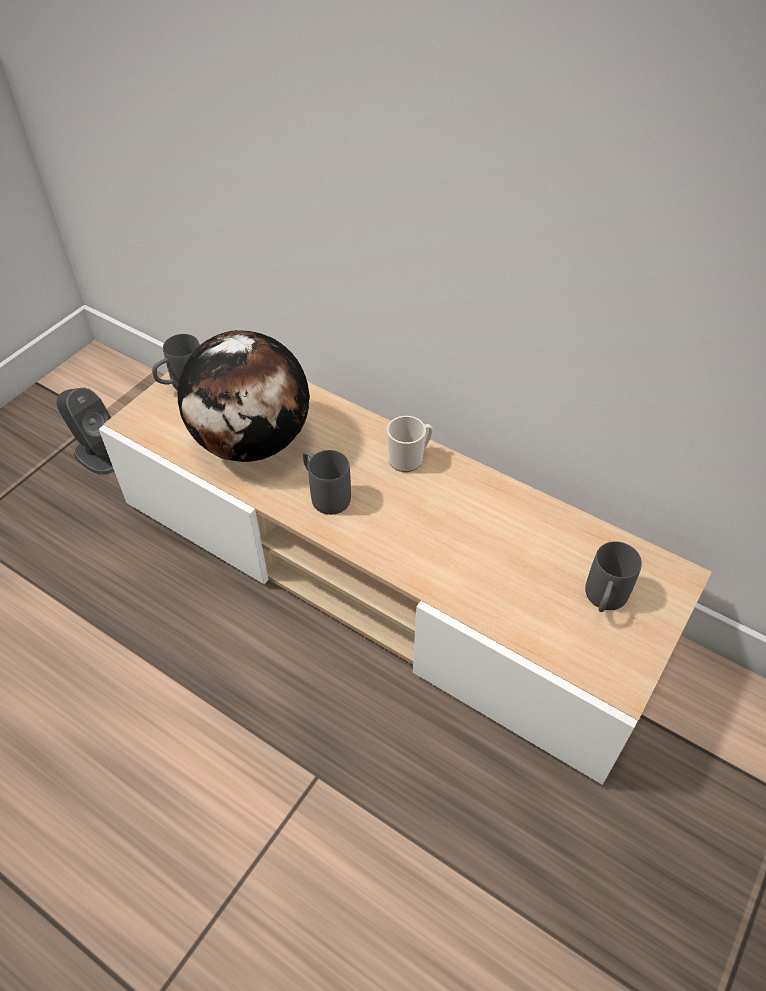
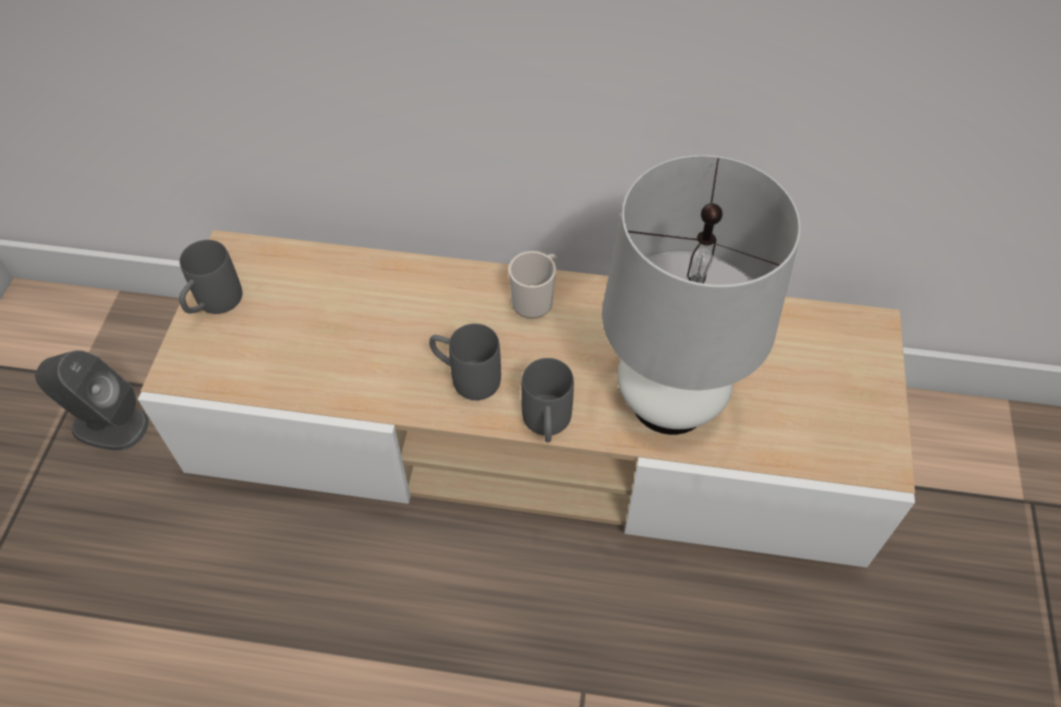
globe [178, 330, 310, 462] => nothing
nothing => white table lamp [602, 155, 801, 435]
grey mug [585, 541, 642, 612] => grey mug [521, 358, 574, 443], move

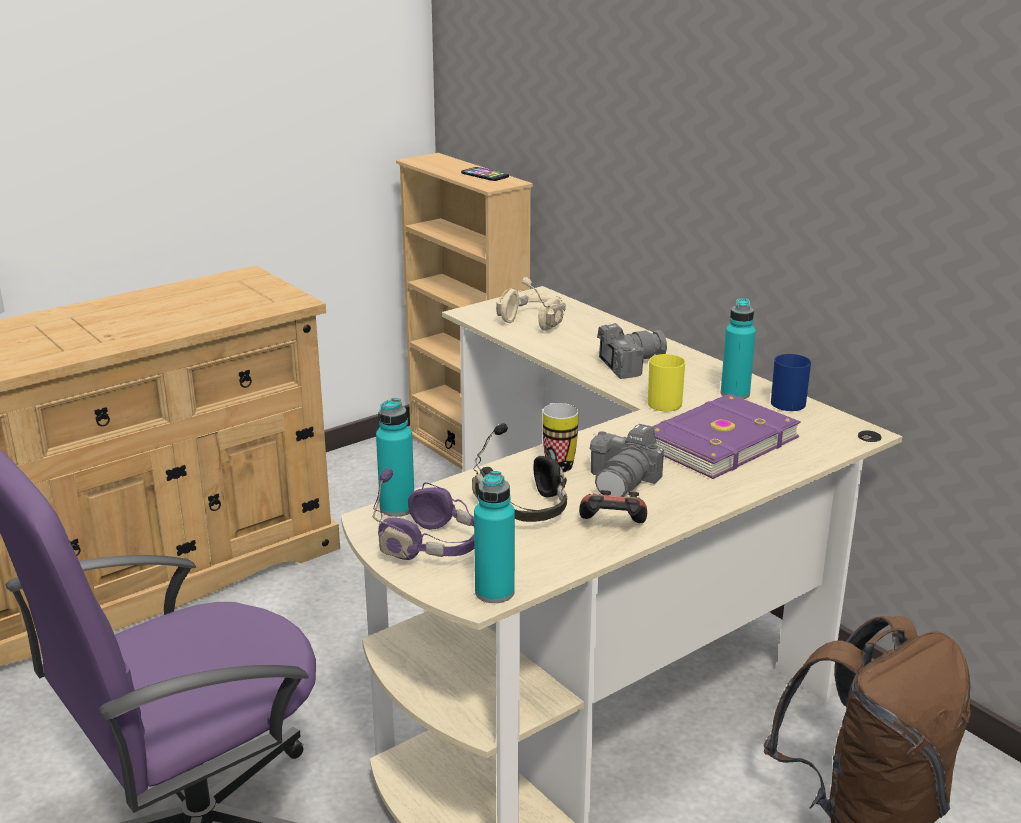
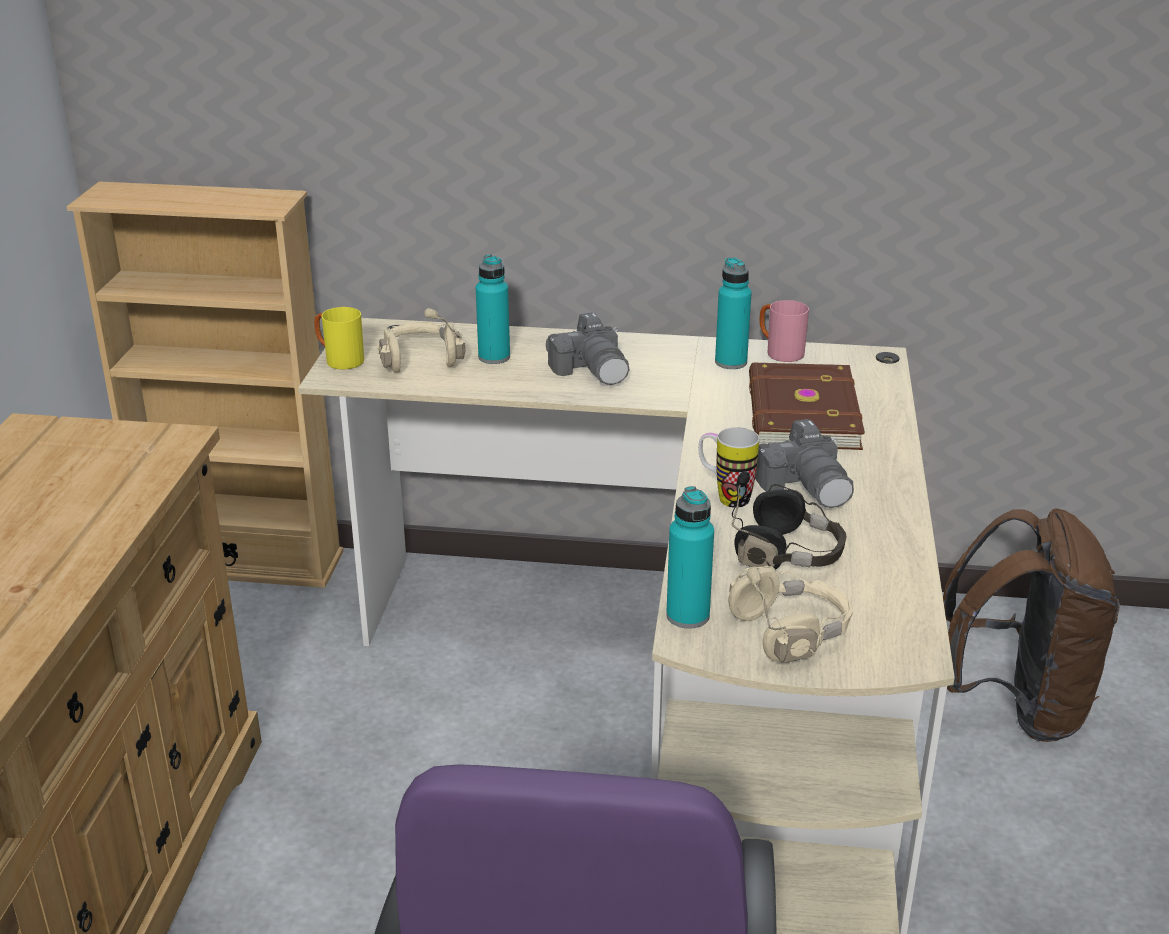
phone [461, 167, 509, 181] => nothing
game controller [579, 490, 647, 523] => nothing
turquoise bottle [474, 471, 515, 603] => turquoise bottle [476, 254, 510, 364], move
yellow mug [648, 354, 685, 411] => yellow mug [314, 307, 364, 369], move
purple headphones [372, 468, 475, 560] => beige headphones [728, 566, 853, 663]
purple book [652, 394, 801, 479] => brown book [749, 363, 865, 450]
blue mug [771, 354, 811, 411] => pink mug [759, 300, 809, 362]
photo camera [597, 323, 667, 379] => photo camera [546, 312, 630, 385], 135 degrees clockwise

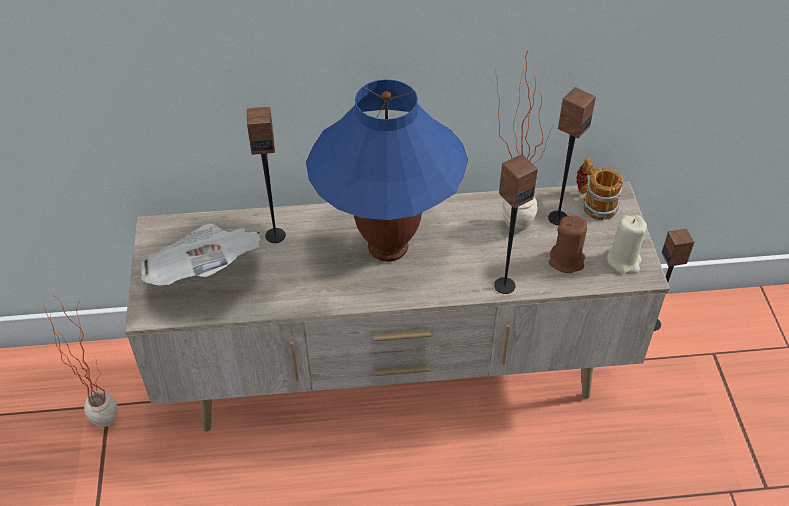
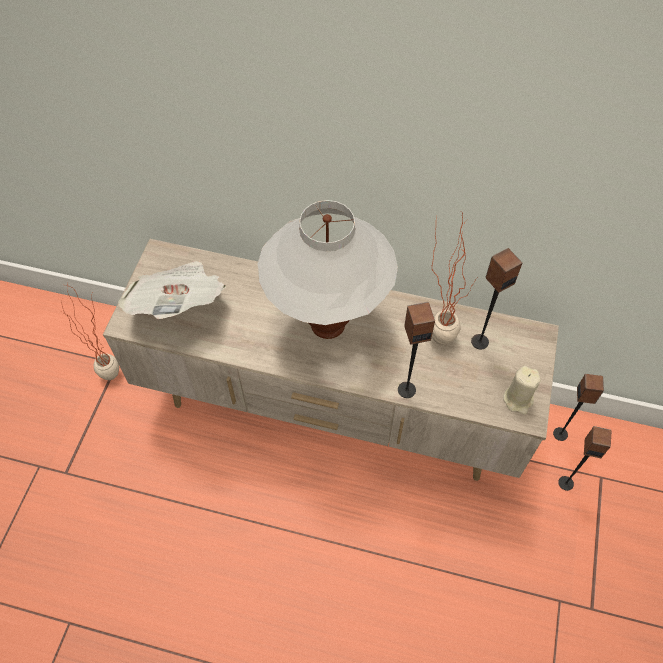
brown candle [549, 215, 587, 273] => nothing
mug [576, 157, 623, 220] => nothing
speaker [247, 106, 286, 243] => speaker [558, 426, 611, 491], move
blue table lamp [306, 79, 468, 262] => white table lamp [257, 200, 398, 339]

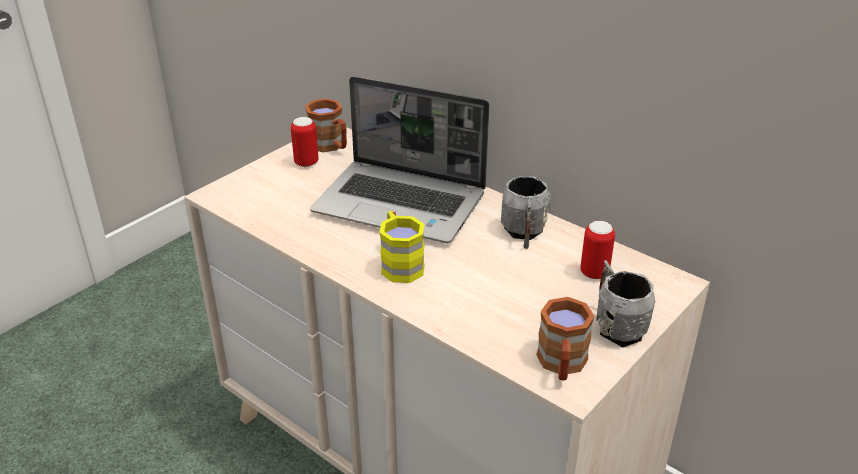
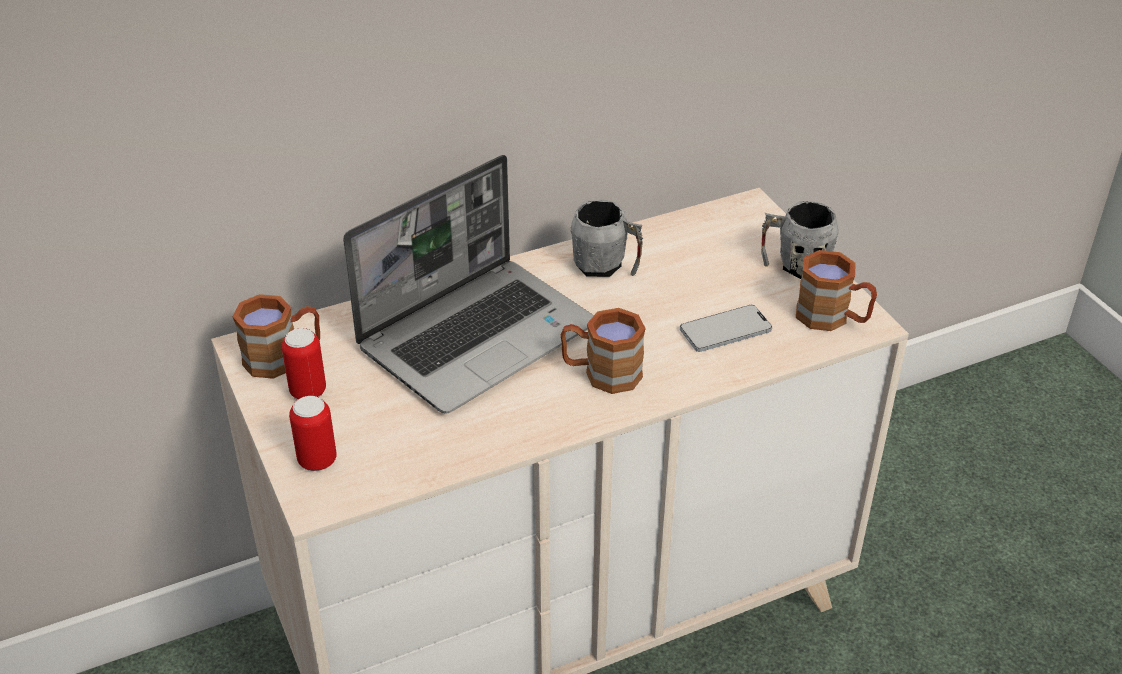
nothing => phone [680, 305, 772, 352]
can [580, 221, 615, 279] => can [289, 396, 337, 471], move
yellow mug [379, 211, 425, 283] => brown mug [560, 308, 646, 394]

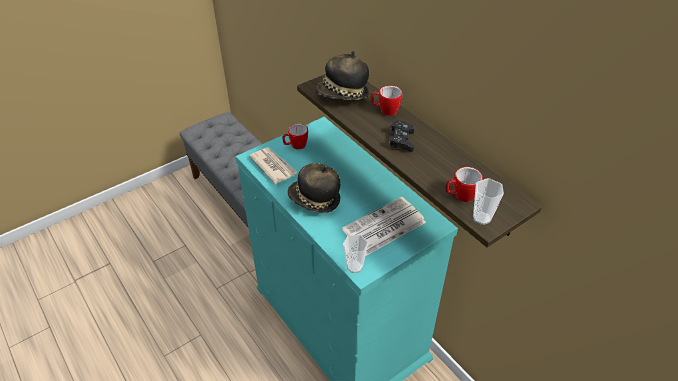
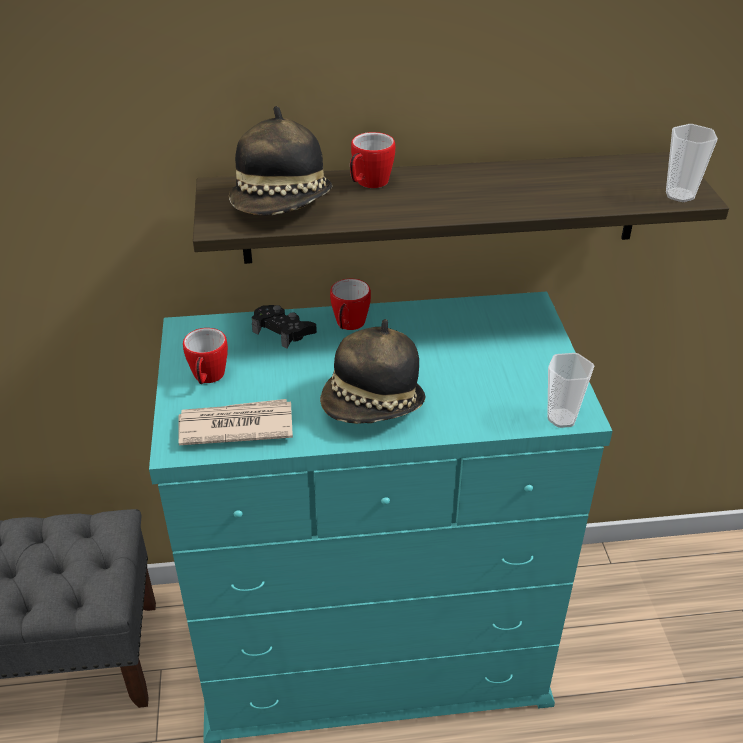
newspaper [342, 197, 426, 256] => nothing
black game controller [389, 120, 414, 152] => black game controller [252, 305, 317, 349], move
mug [446, 167, 483, 202] => mug [330, 279, 371, 330], move

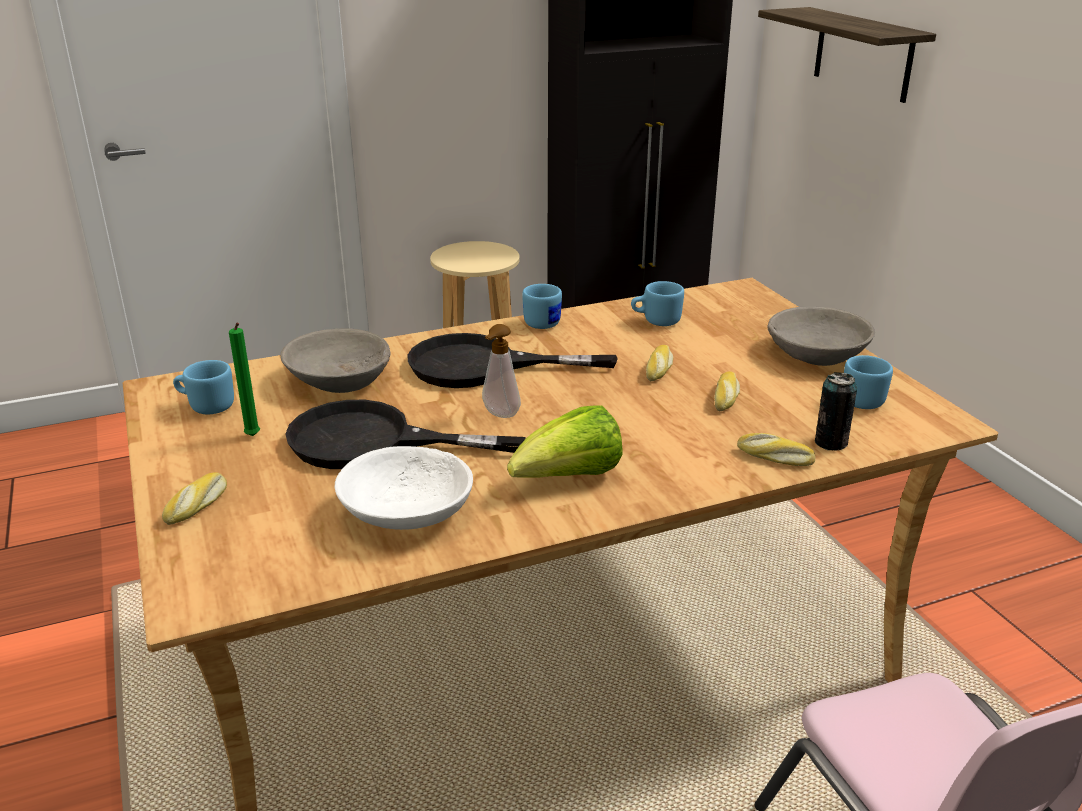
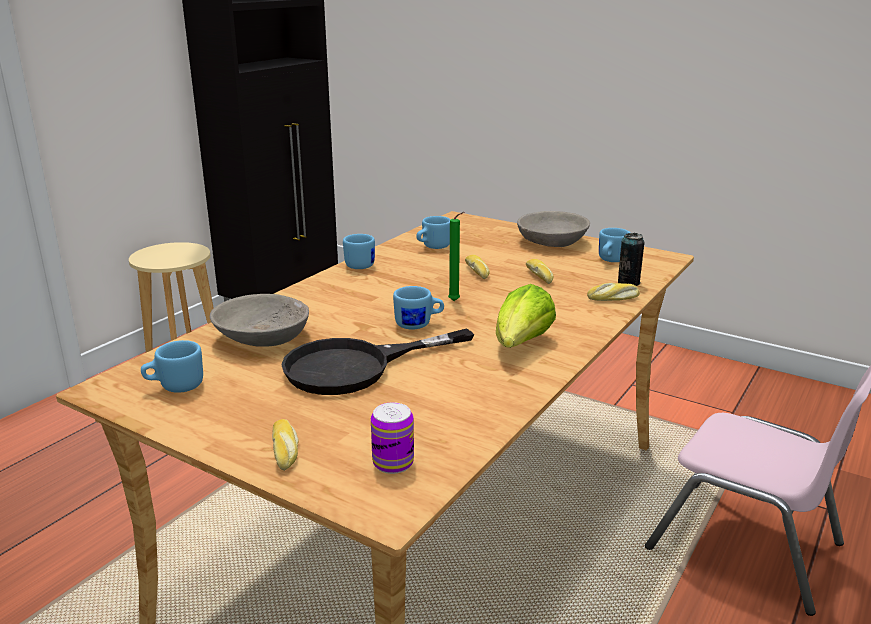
white bowl [334, 446, 473, 530] => nothing
black frying pan [408, 333, 618, 388] => nothing
shelf [758, 7, 936, 103] => nothing
nothing => can [371, 402, 414, 474]
green candle [229, 323, 260, 436] => green candle [448, 212, 464, 301], move
soap dispenser [482, 324, 521, 418] => blue mug [393, 286, 444, 329]

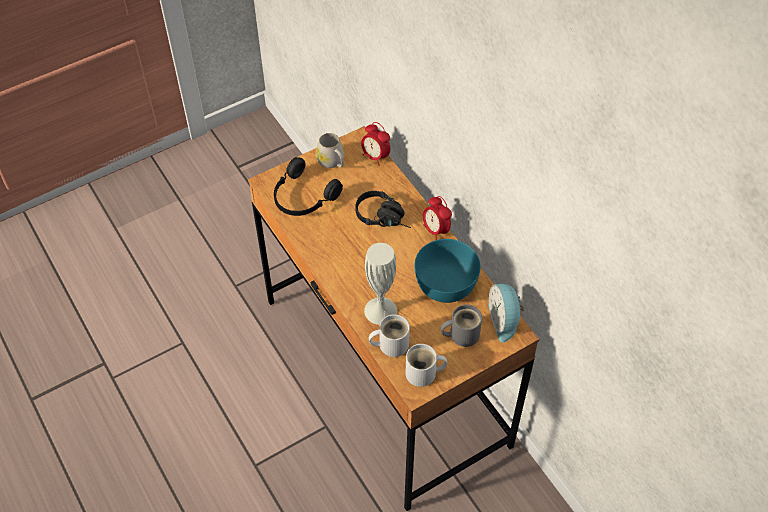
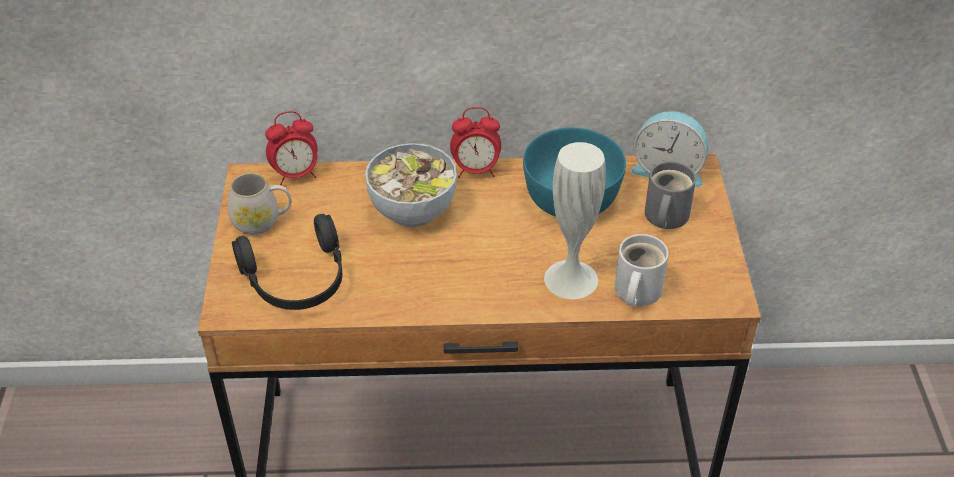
white mug [406, 344, 447, 387] => nothing
black headphones [355, 191, 411, 228] => bowl [365, 143, 457, 227]

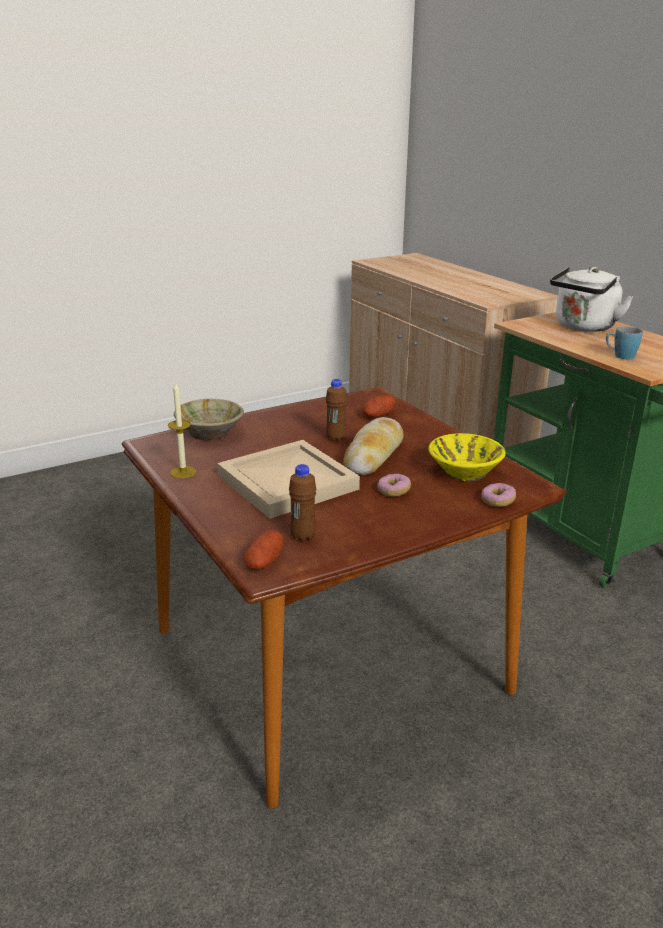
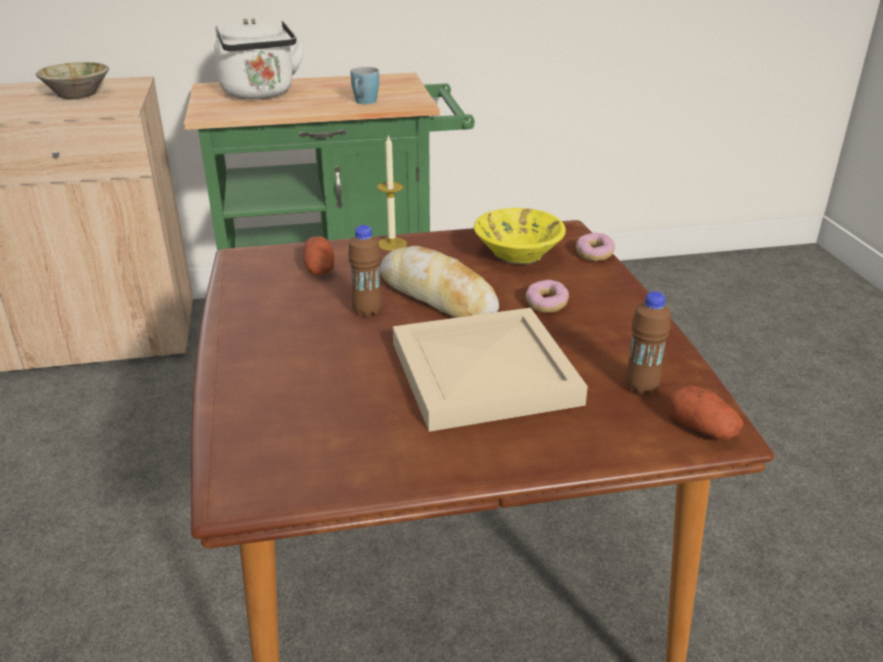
candle [168, 383, 196, 478] => candle [377, 134, 407, 251], move
beige bowl [174, 399, 244, 440] => beige bowl [36, 62, 109, 99], move

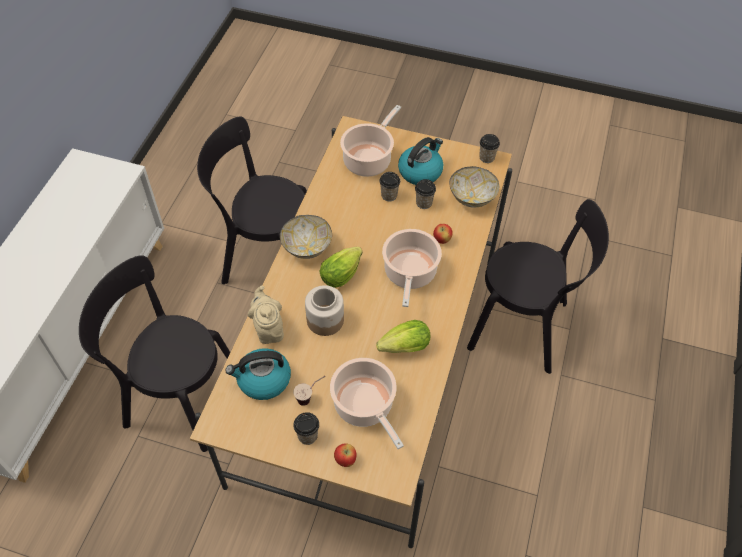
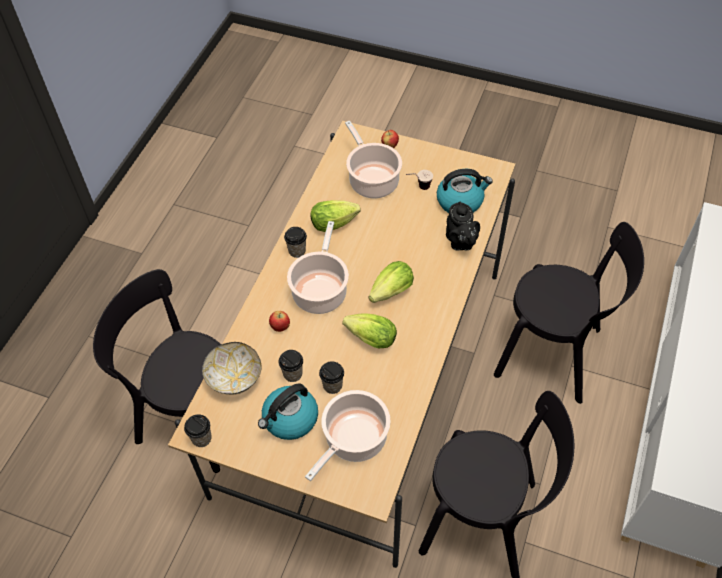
bowl [280, 215, 332, 259] => nothing
jar [305, 285, 344, 336] => nothing
nothing => lettuce [342, 314, 397, 348]
cup [293, 412, 319, 445] => cup [284, 227, 307, 258], move
beige teapot [248, 285, 284, 344] => black teapot [446, 201, 480, 251]

